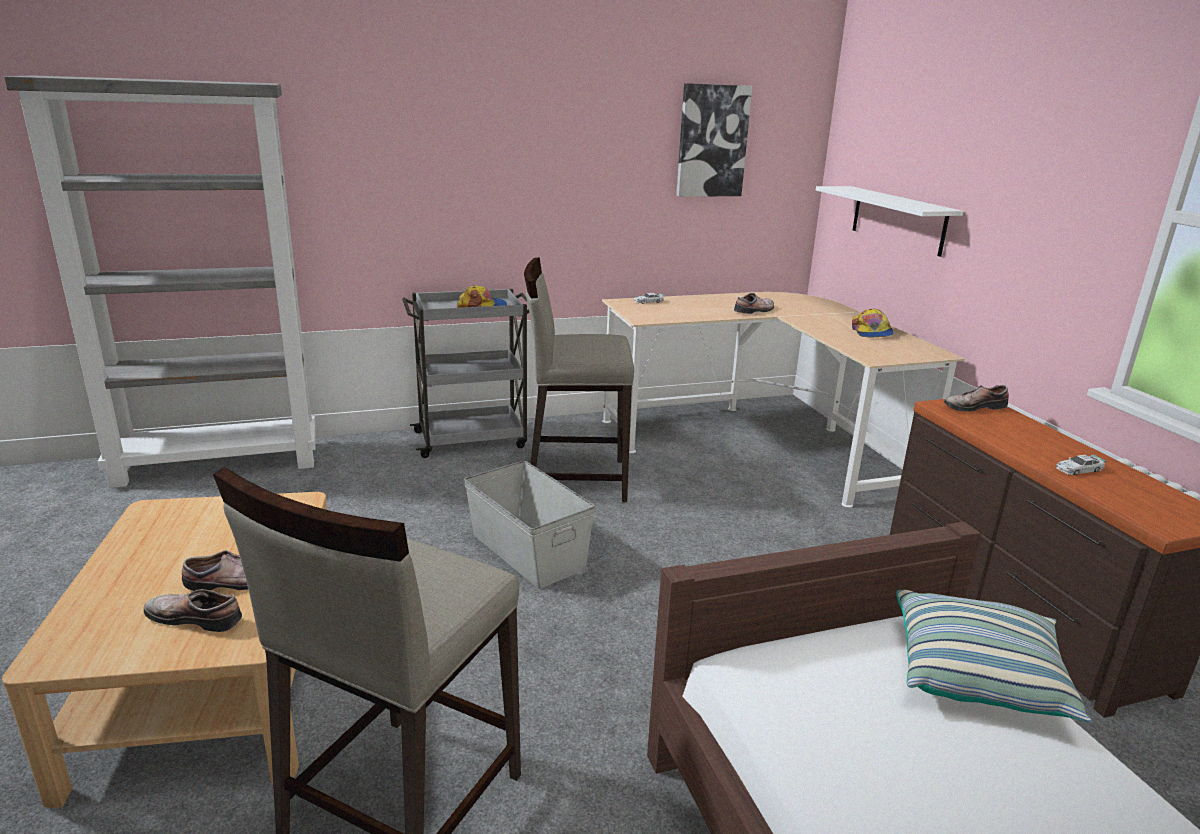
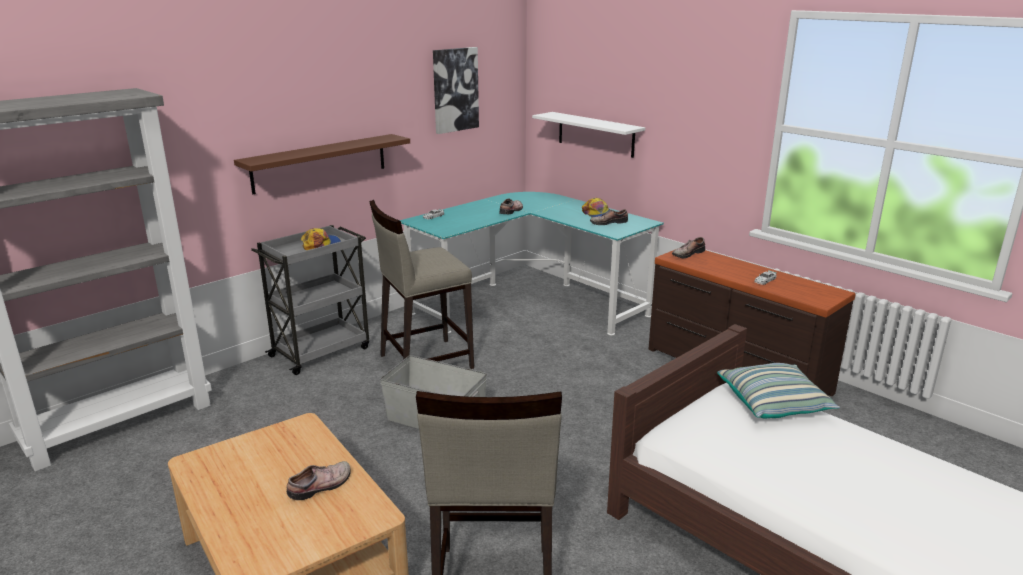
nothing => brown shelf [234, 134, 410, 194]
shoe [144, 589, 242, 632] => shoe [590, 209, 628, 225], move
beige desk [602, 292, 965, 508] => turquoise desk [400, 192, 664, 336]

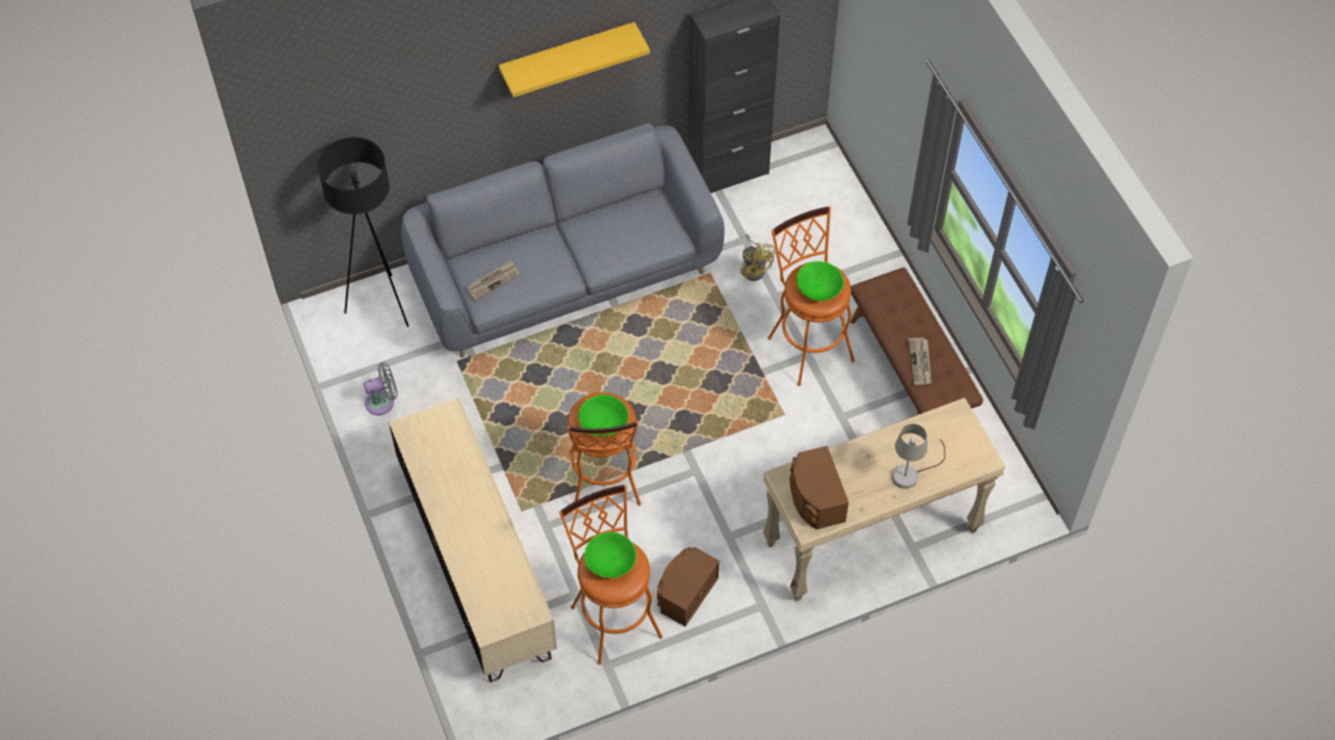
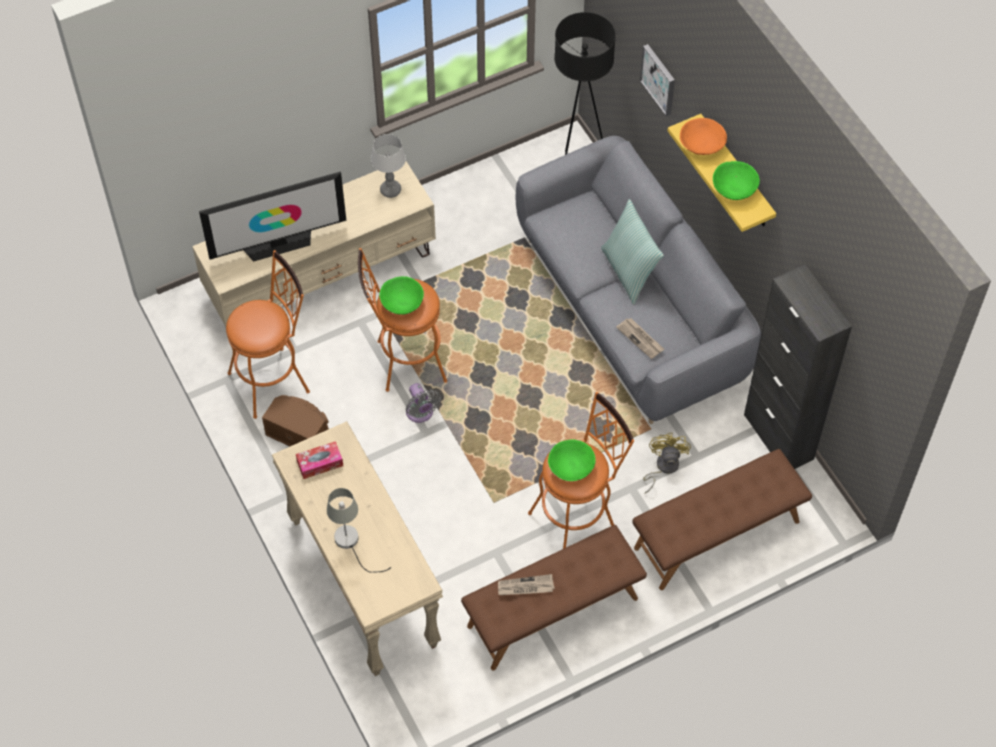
nothing => television [199, 171, 346, 261]
nothing => table lamp [371, 134, 406, 198]
nothing => pillow [601, 199, 664, 305]
nothing => brown bench [632, 449, 812, 590]
nothing => picture [640, 44, 675, 116]
nothing => orange bowl [680, 118, 727, 155]
grey fan [363, 362, 398, 415] => grey fan [406, 383, 441, 423], move
newspaper [467, 261, 519, 301] => newspaper [616, 318, 664, 359], move
green bowl [584, 532, 636, 578] => green bowl [713, 161, 760, 200], move
brown speaker [790, 446, 849, 530] => tissue box [296, 441, 343, 479]
yellow fan [740, 234, 775, 281] => yellow fan [643, 433, 691, 493], 135 degrees clockwise

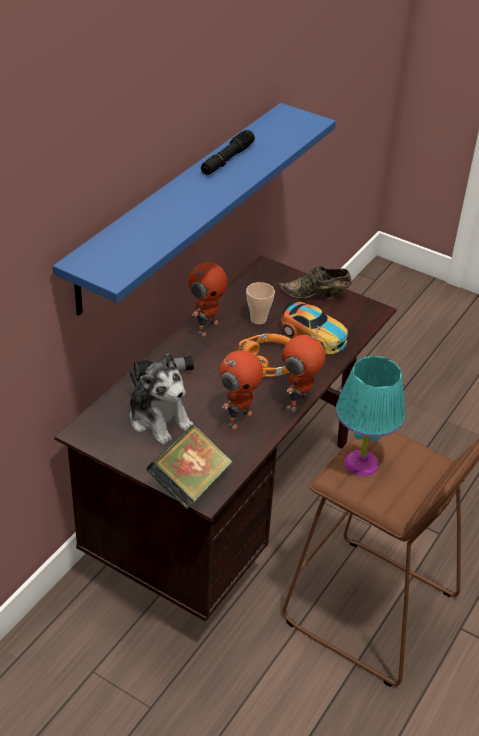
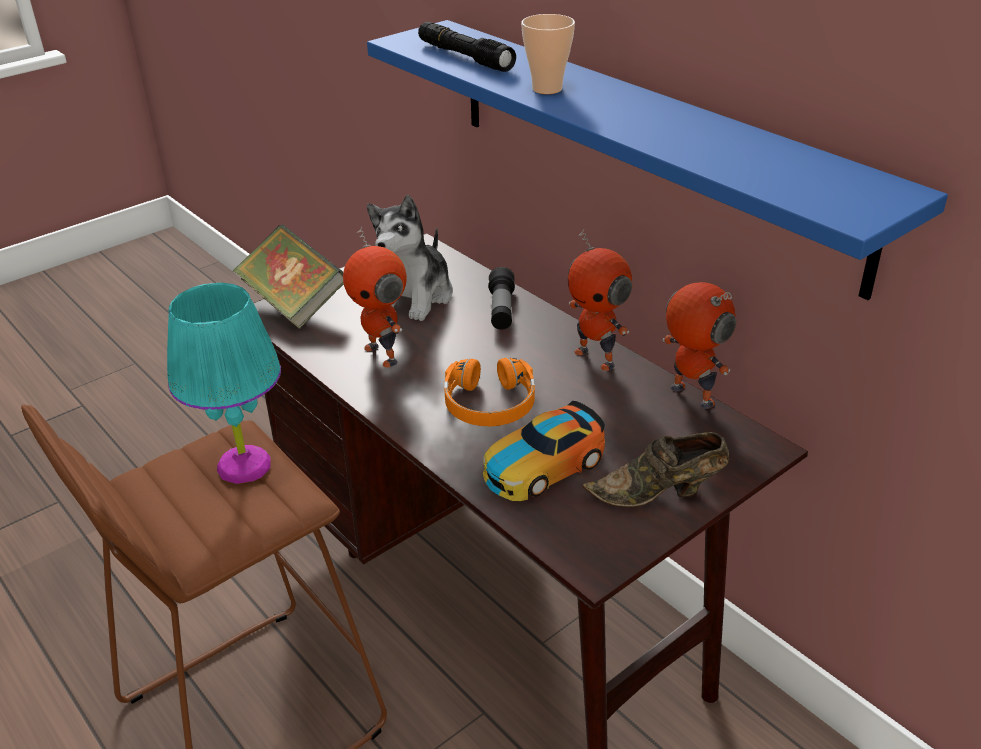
black flashlight [201, 130, 255, 175] => black flashlight [418, 22, 516, 72], move
cup [246, 282, 275, 324] => cup [521, 14, 575, 94], move
toy robot [283, 325, 325, 412] => toy robot [662, 282, 736, 409], move
plush toy [129, 353, 194, 445] => plush toy [367, 195, 453, 321], 45 degrees counterclockwise
brown shoe [278, 266, 352, 300] => brown shoe [583, 432, 729, 507], 120 degrees counterclockwise

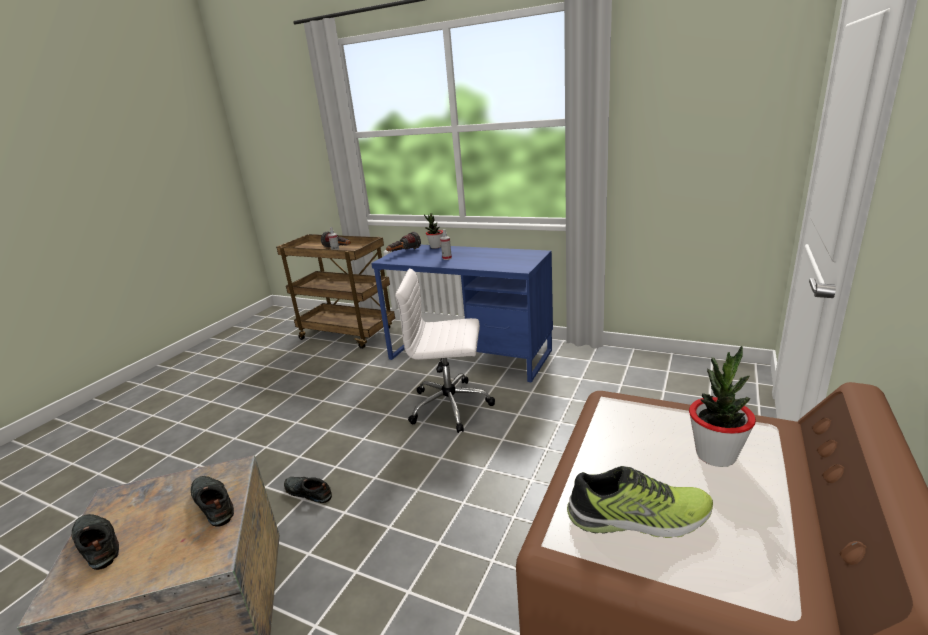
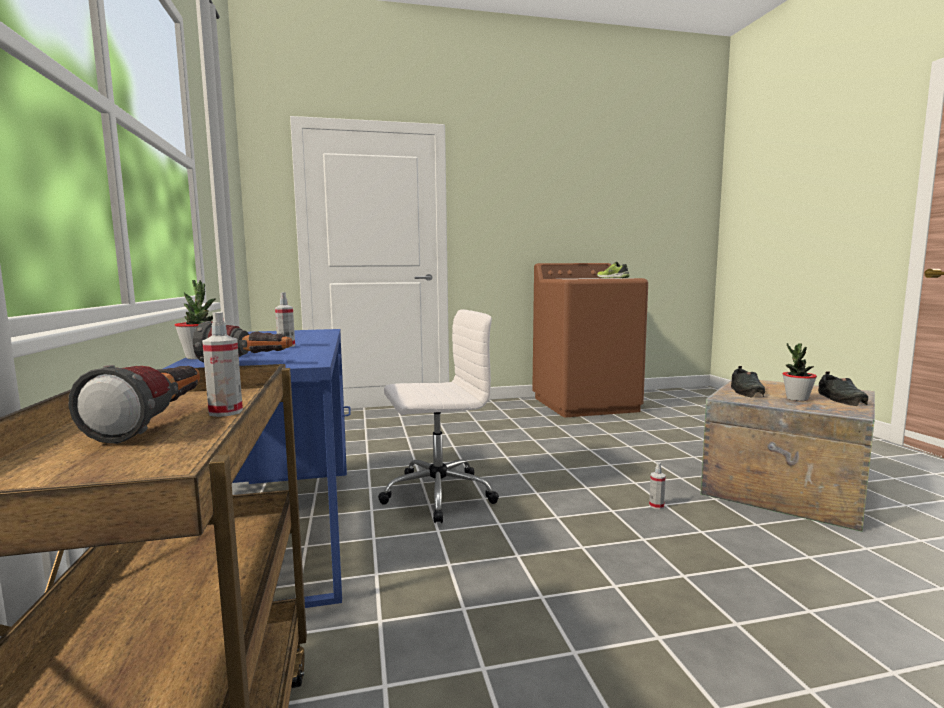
potted plant [689, 346, 756, 467] => potted plant [782, 343, 817, 401], move
black shoe [284, 477, 332, 503] => spray bottle [649, 462, 666, 509]
white office chair [395, 268, 495, 433] => white office chair [378, 309, 499, 523], 75 degrees counterclockwise

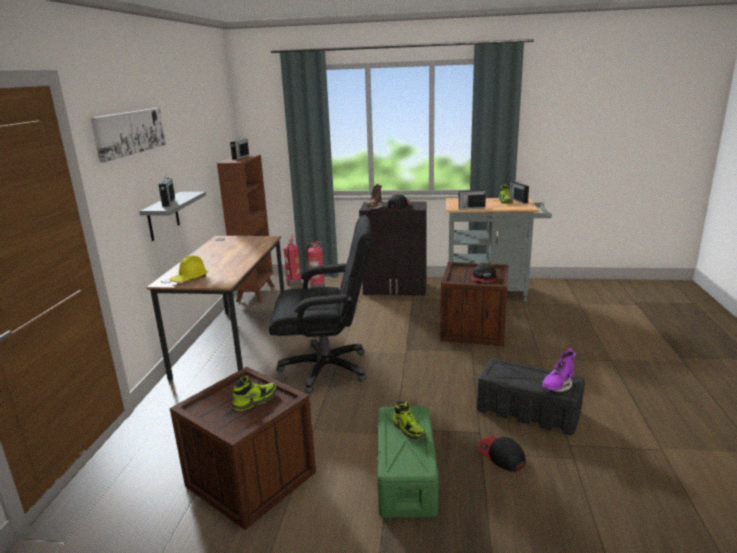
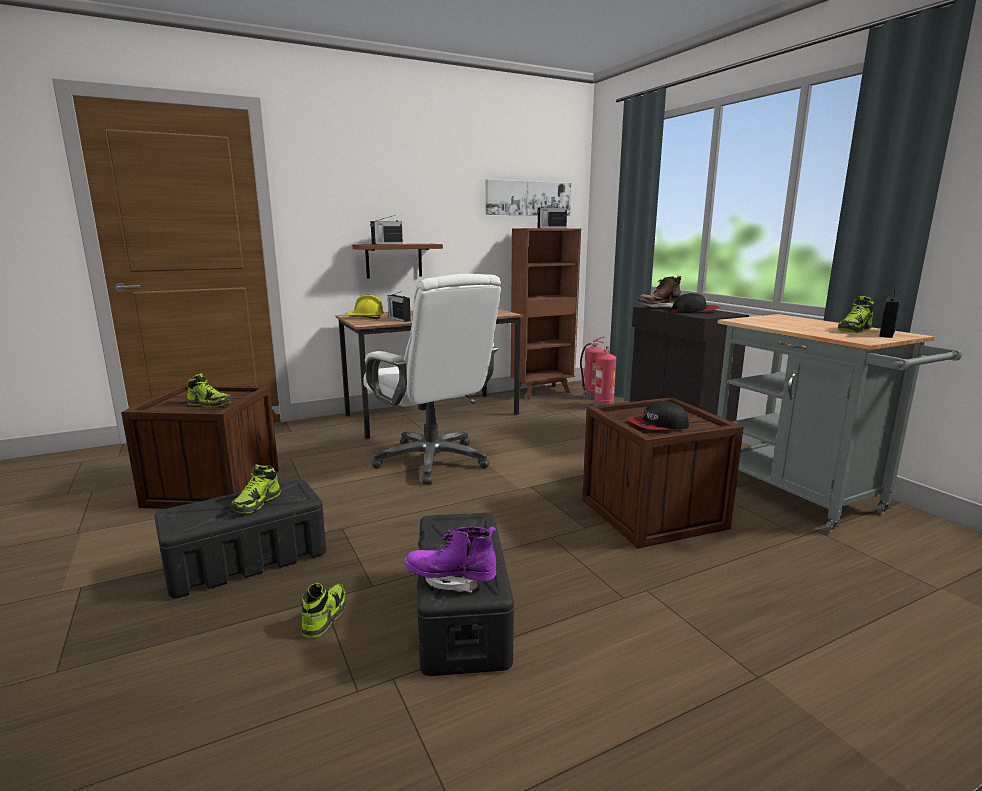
picture [91, 108, 166, 162] => picture [485, 179, 571, 216], move
radio [458, 186, 486, 209] => radio [388, 291, 411, 322], move
cap [478, 437, 526, 471] => shoe [302, 583, 346, 638]
grey shelf [139, 192, 206, 241] => brown shelf [352, 244, 443, 279]
black office chair [269, 215, 372, 394] => white office chair [363, 274, 501, 484]
green storage box [377, 406, 438, 518] => black storage box [154, 479, 326, 598]

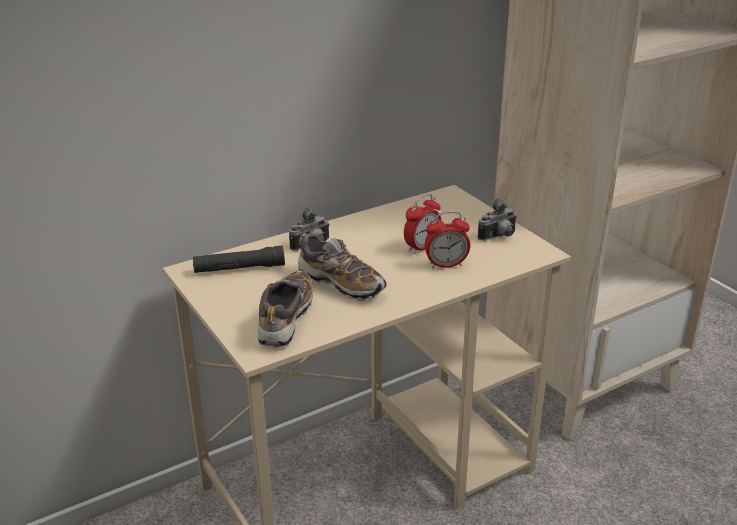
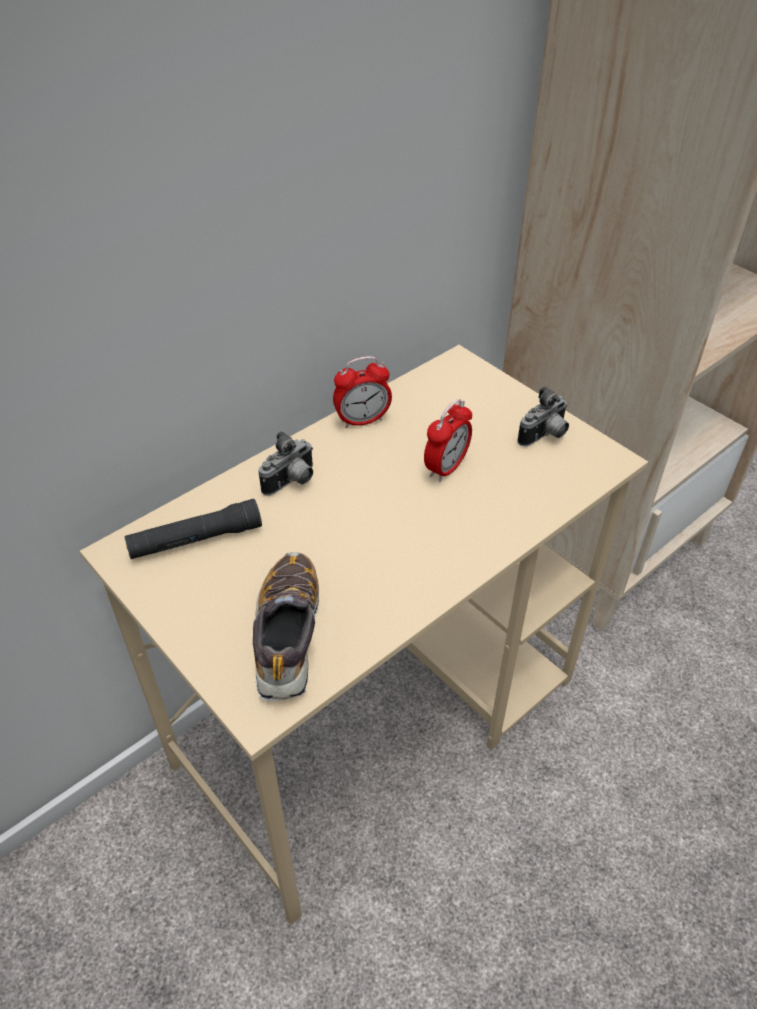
shoe [298, 233, 387, 301] => nothing
alarm clock [424, 211, 470, 268] => alarm clock [333, 356, 392, 428], move

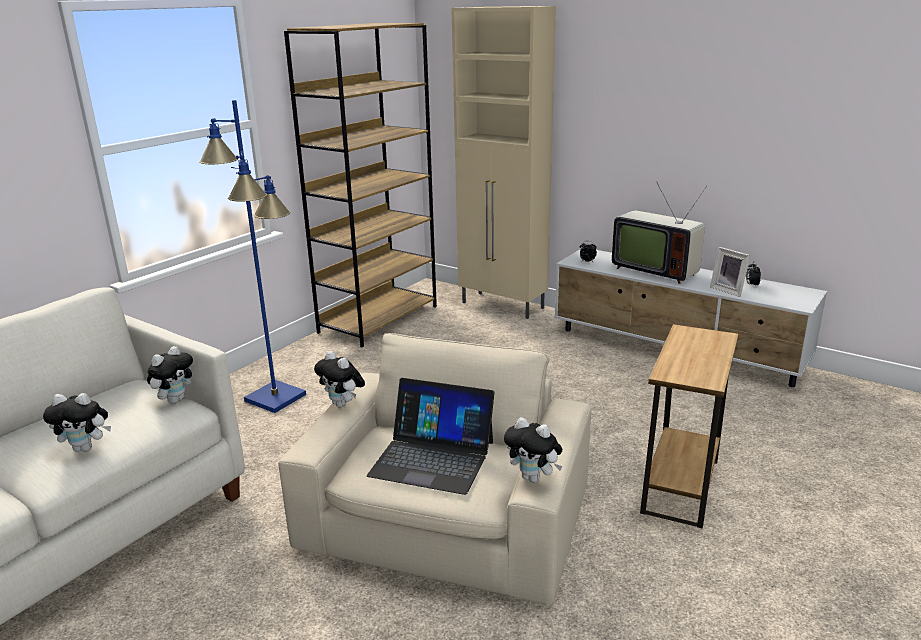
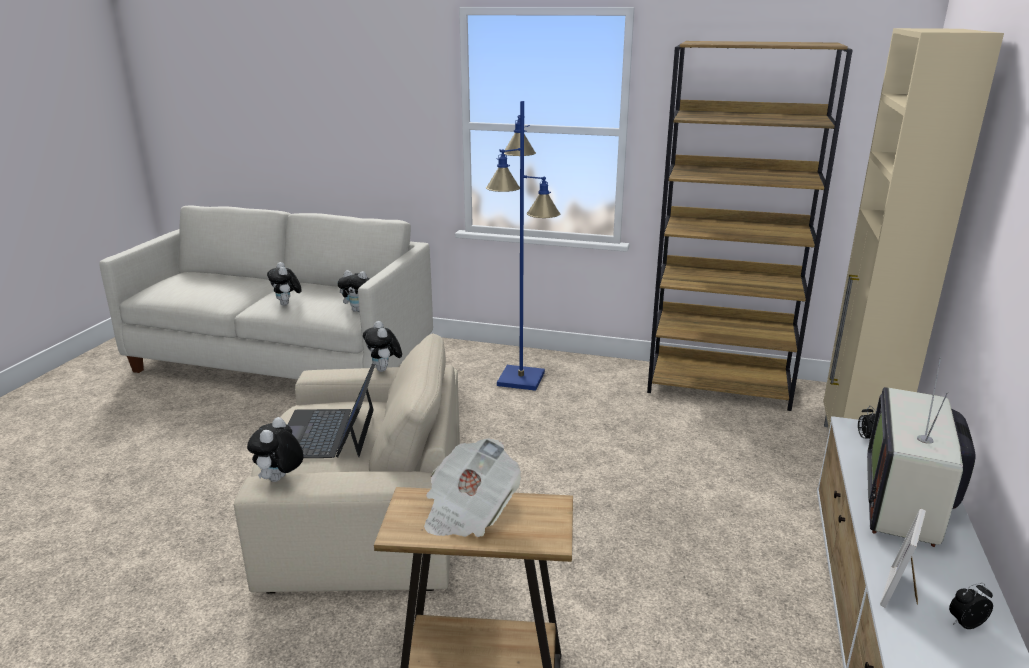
nothing => newspaper [424, 438, 521, 537]
plush toy [314, 351, 365, 407] => plush toy [363, 321, 402, 372], 45 degrees counterclockwise

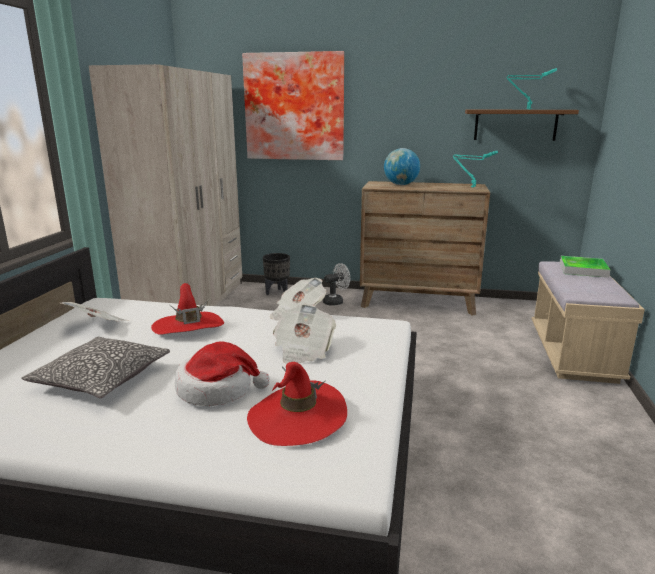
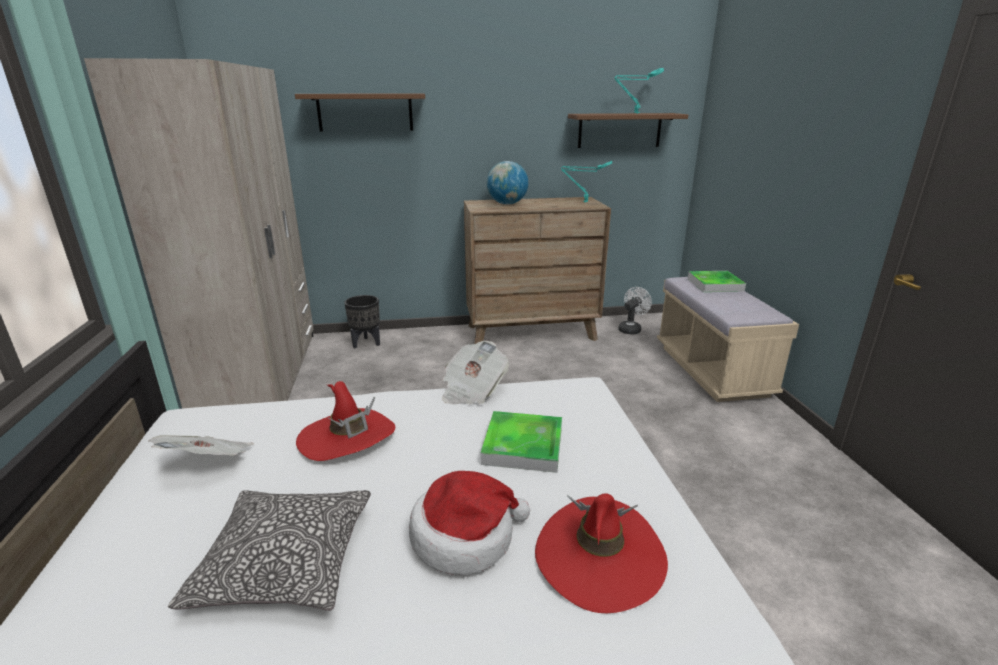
white fan [323, 263, 350, 306] => white fan [618, 287, 652, 335], move
picture [242, 51, 344, 160] => brown shelf [295, 94, 425, 131]
newspaper [273, 304, 336, 364] => tray [481, 411, 562, 473]

